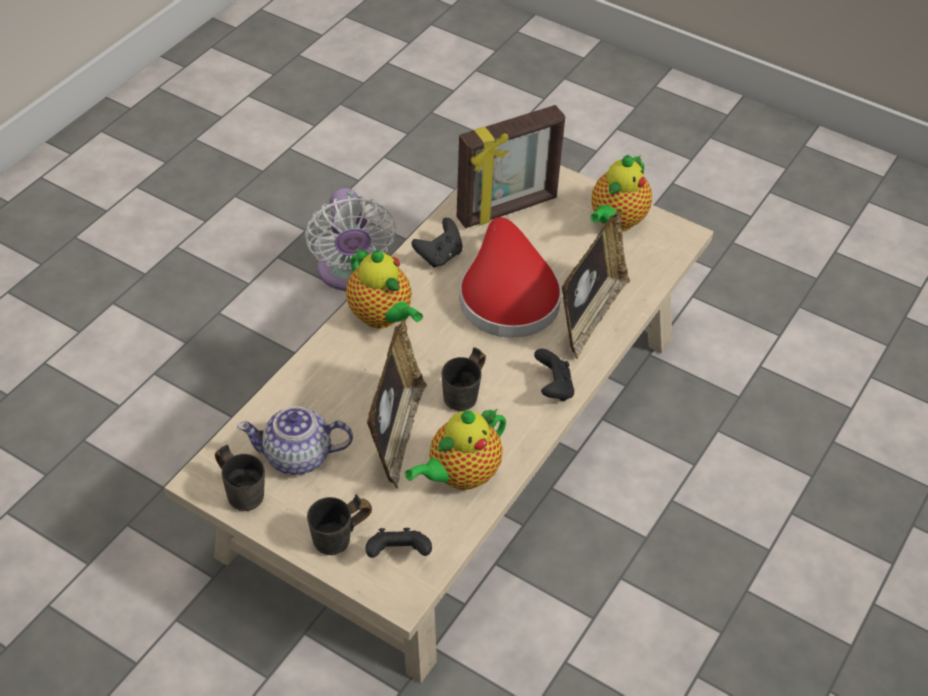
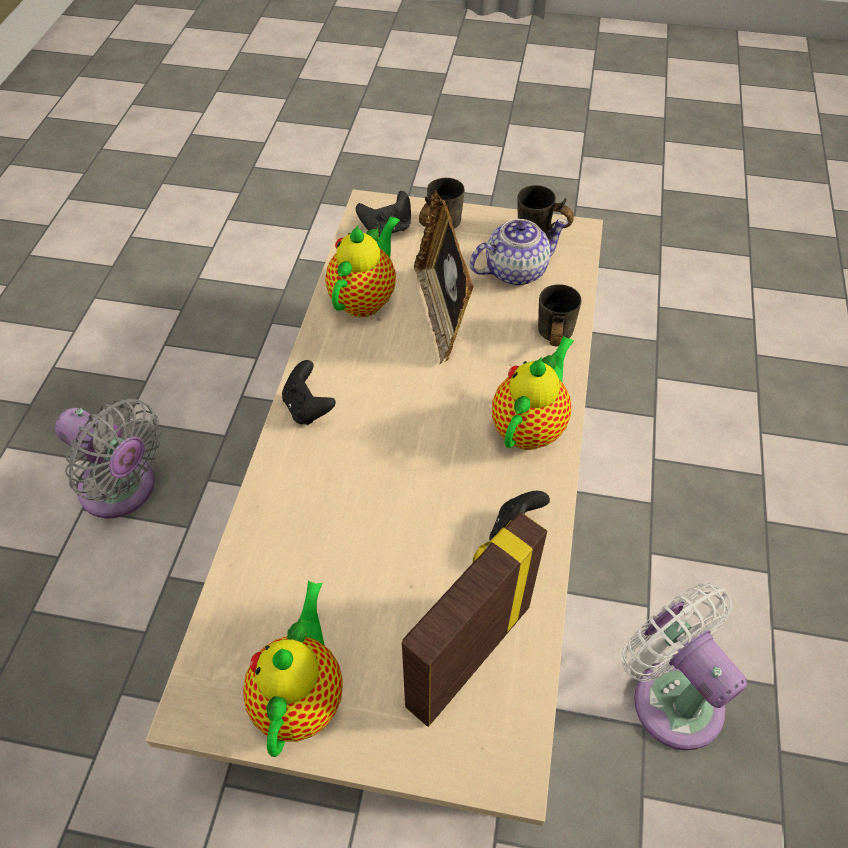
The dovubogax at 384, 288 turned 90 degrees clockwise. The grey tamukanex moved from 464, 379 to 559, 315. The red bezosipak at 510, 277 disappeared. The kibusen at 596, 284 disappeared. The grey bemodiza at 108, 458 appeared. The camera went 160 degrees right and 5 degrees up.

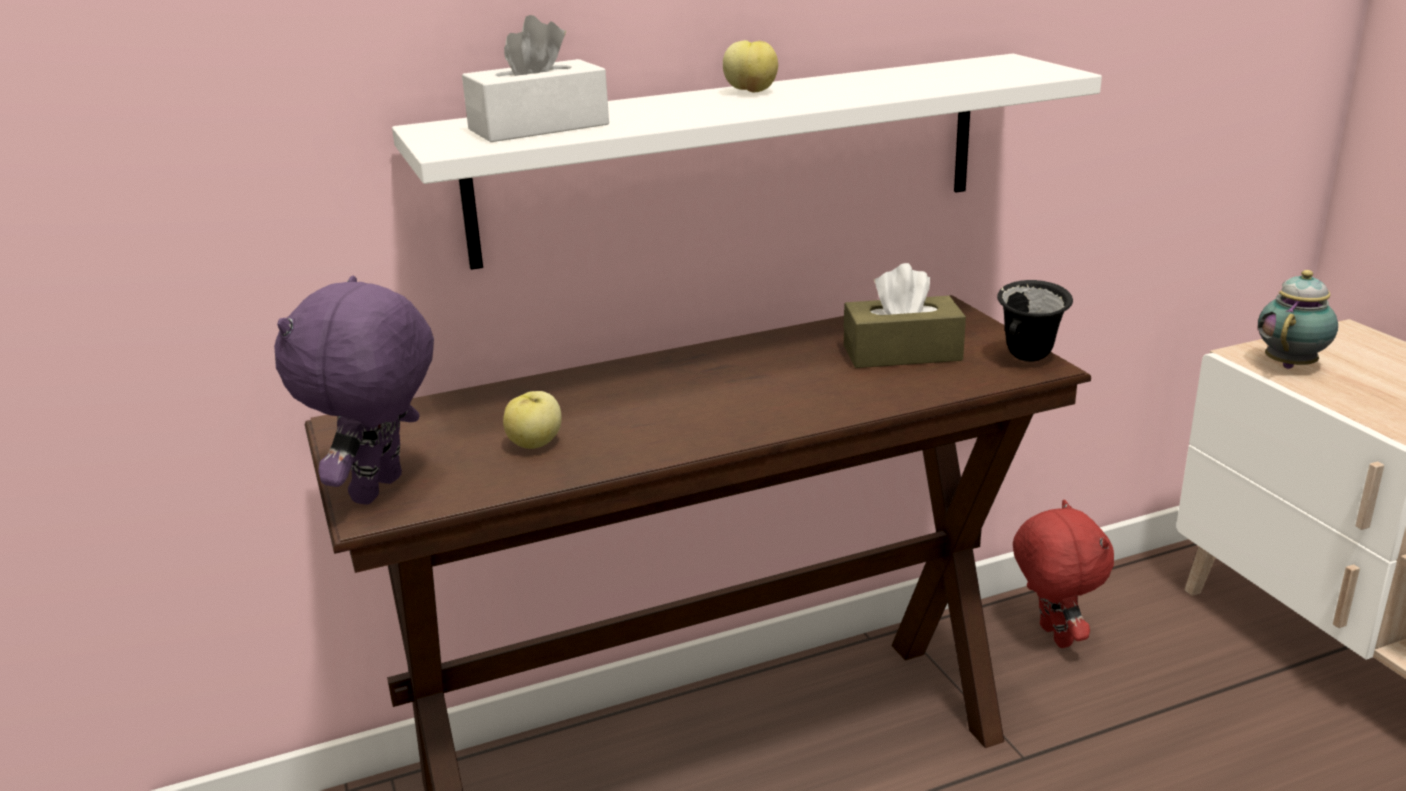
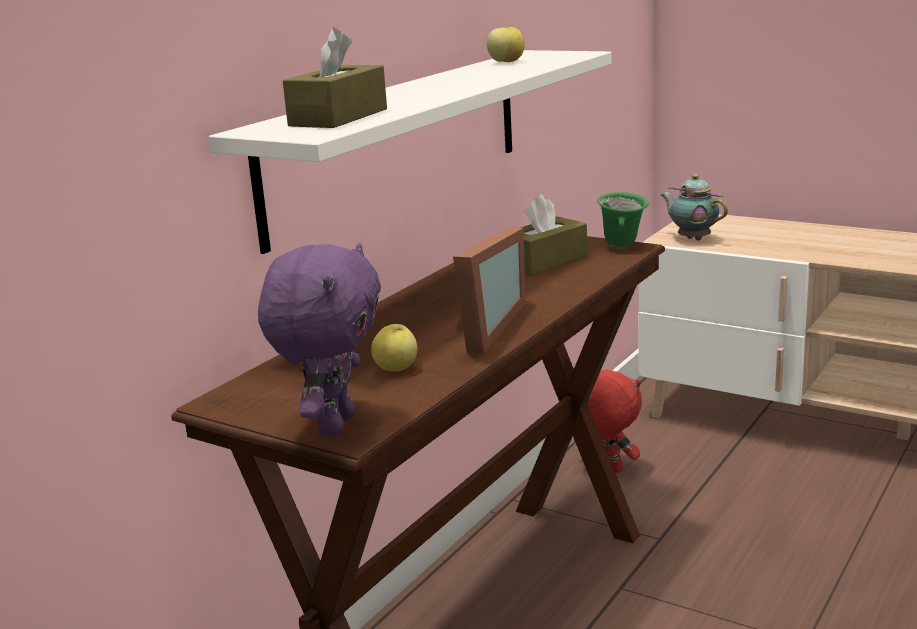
The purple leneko at 354, 390 turned 150 degrees counterclockwise. The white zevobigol at 535, 78 became the brown zevobigol at 335, 77. The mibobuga moved from 750, 66 to 506, 44. The black tamukanex at 1035, 321 became the green tamukanex at 622, 220. The dovubogax at 1298, 319 turned 45 degrees counterclockwise. The kibusen at 489, 290 appeared. The camera went 35 degrees left and 5 degrees down.

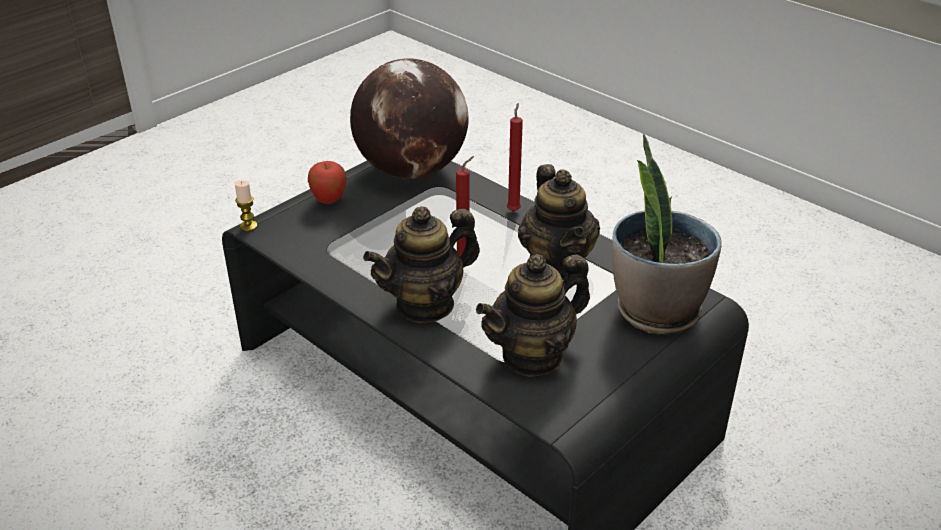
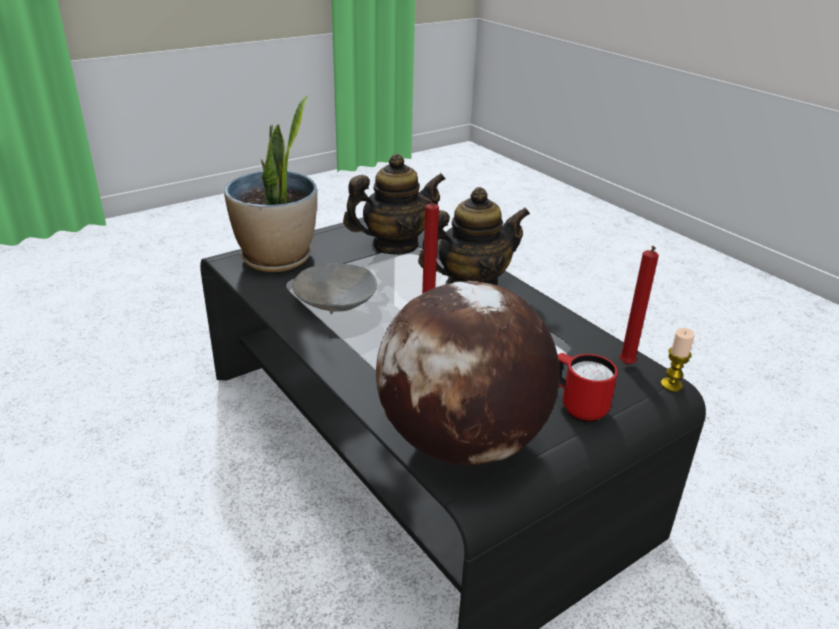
The mibobuga at 327, 182 was replaced by the red tamukanex at 588, 387. The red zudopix moved from 515, 157 to 639, 305. The dovubogax at 559, 222 was replaced by the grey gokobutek at 335, 288. The camera went 170 degrees left and 5 degrees down.

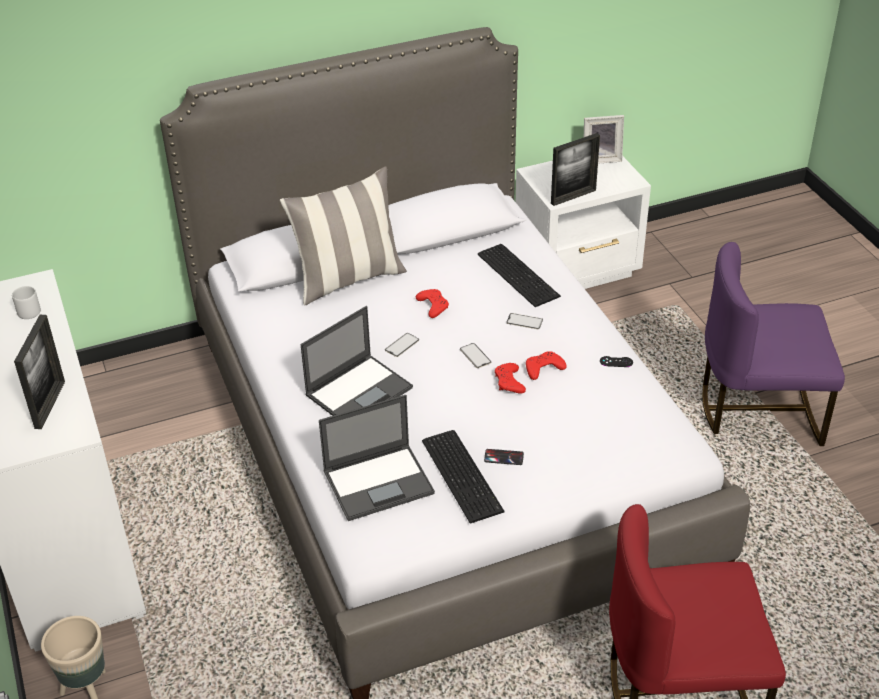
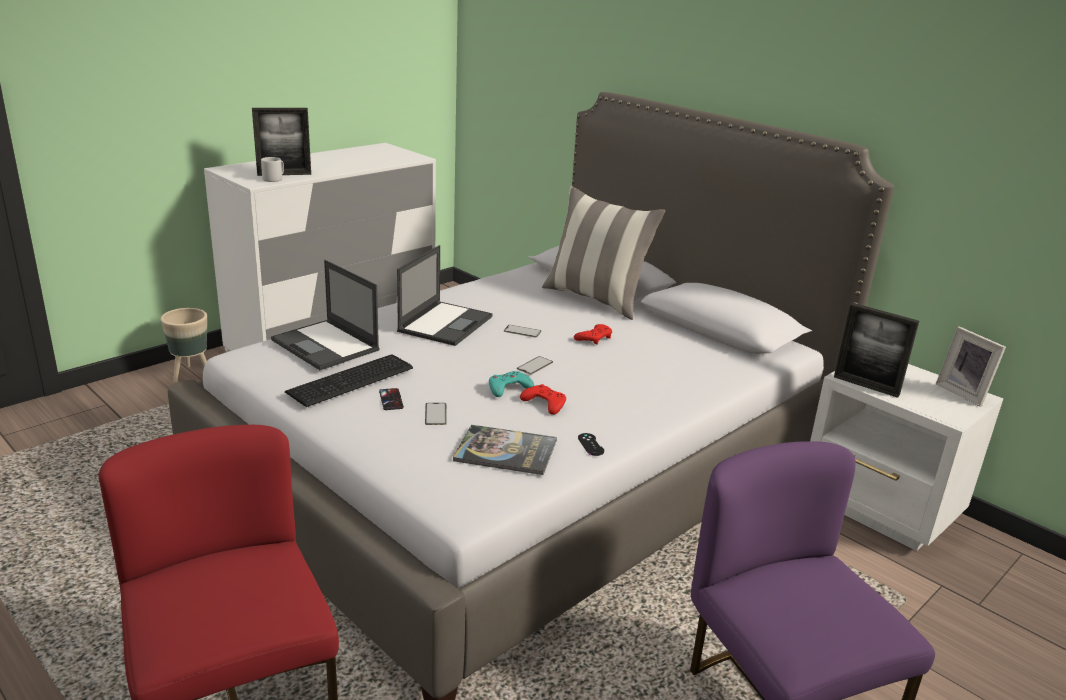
The grey tamukanex moved from 26, 302 to 272, 169. The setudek at 356, 361 turned 90 degrees counterclockwise. The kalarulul at 519, 275 disappeared. The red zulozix at 510, 378 became the turquoise zulozix at 511, 384. The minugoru moved from 524, 321 to 436, 414. The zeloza at 505, 450 appeared. The camera went 65 degrees right and 15 degrees down.

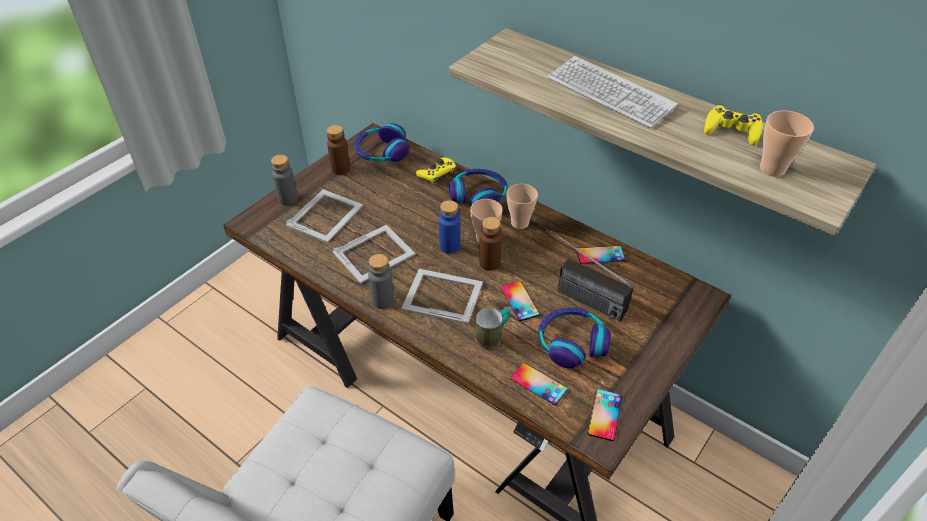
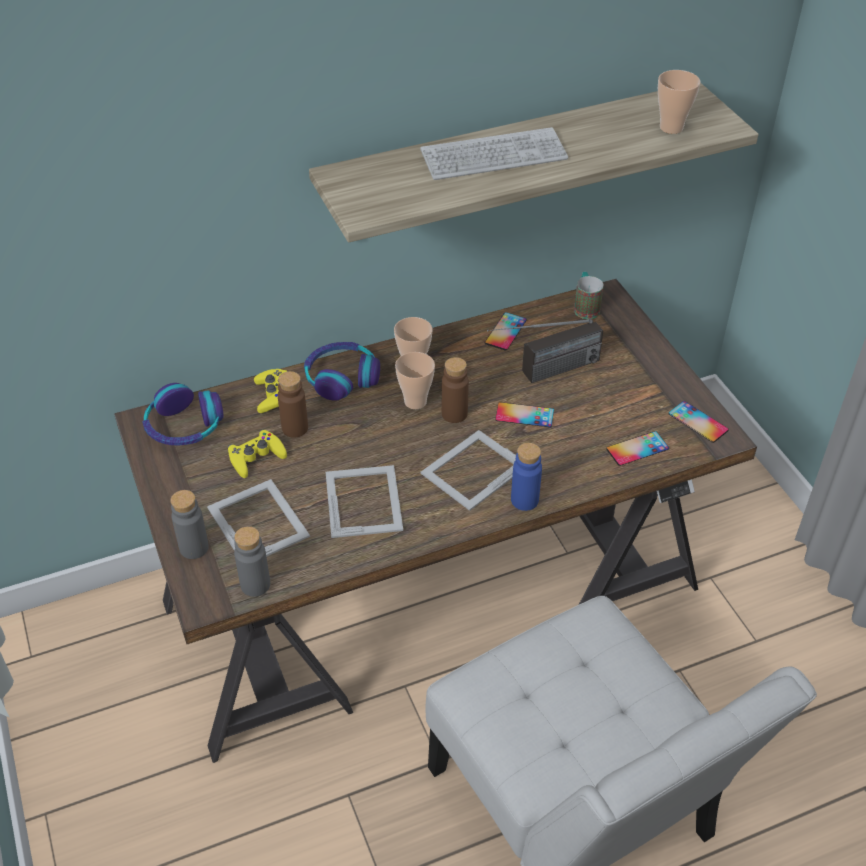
The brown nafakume moved from 338, 150 to 293, 404. The grey nafakume moved from 381, 281 to 252, 561. The blue nafakume moved from 449, 227 to 526, 477. The tamukanex moved from 492, 329 to 589, 295. The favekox at 574, 338 disappeared. The yellow zulozix moved from 733, 125 to 257, 453. The camera went 60 degrees left and 0 degrees up.

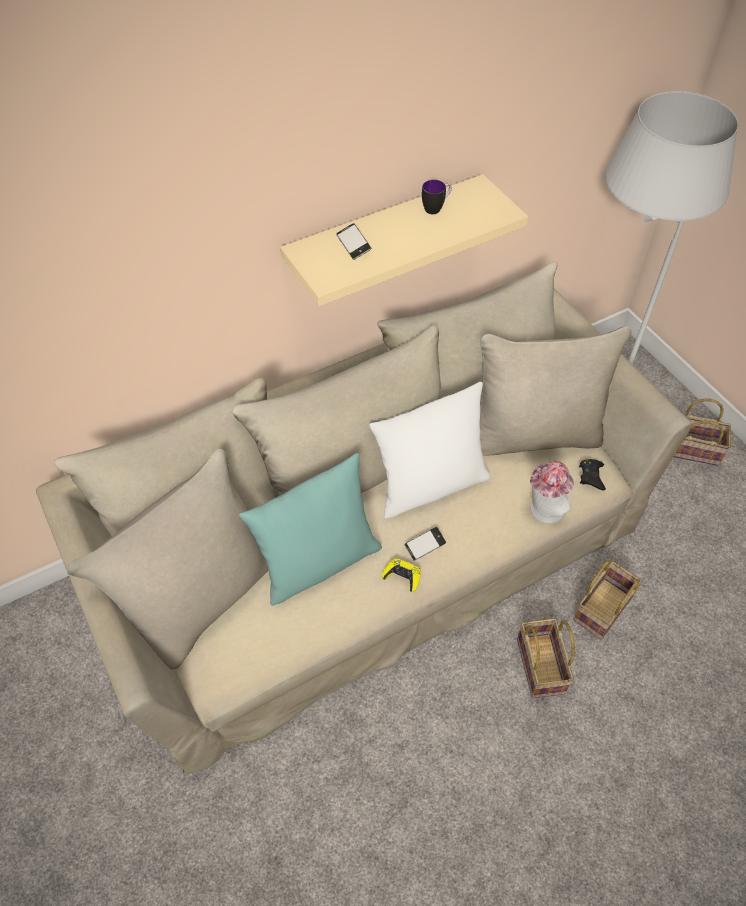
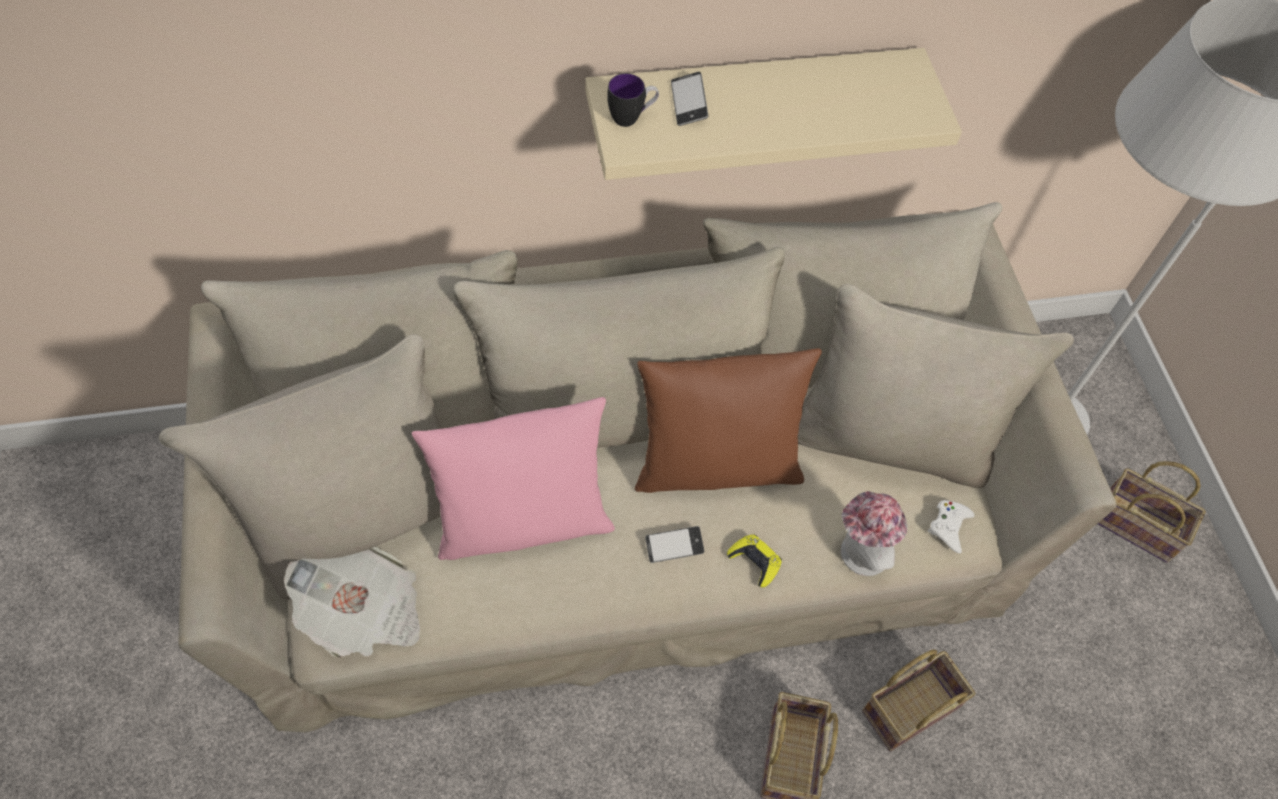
The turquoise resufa at 310, 529 became the pink resufa at 513, 478. The white resufa at 430, 450 became the brown resufa at 728, 420. The yellow zulozix moved from 401, 575 to 754, 561. The tamukanex moved from 437, 197 to 633, 100. The black zulozix at 592, 474 became the white zulozix at 951, 526. The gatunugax at 352, 601 appeared. The camera went 15 degrees right and 5 degrees up.

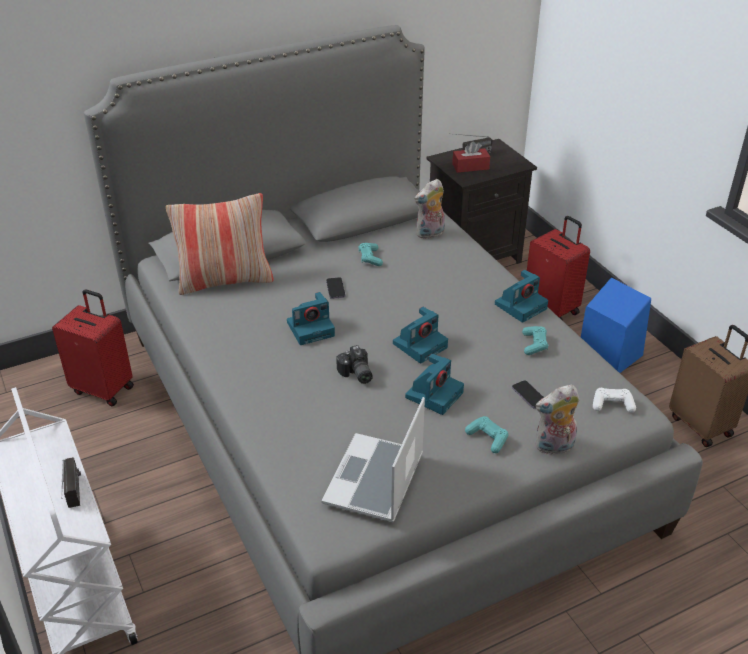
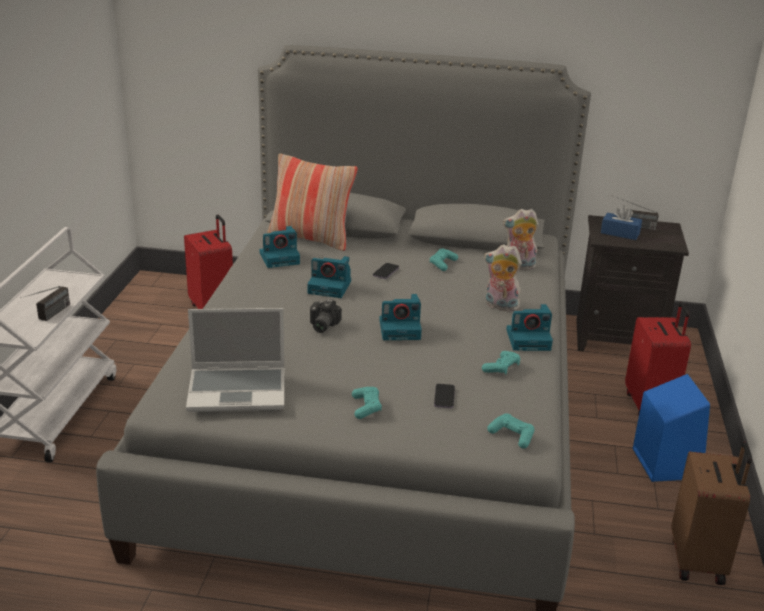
The setudek at 373, 460 turned 150 degrees counterclockwise. The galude moved from 434, 384 to 280, 247. The red zevobigol at 471, 157 became the blue zevobigol at 621, 222. The leneko moved from 558, 420 to 503, 277. The white zulozix at 614, 400 became the turquoise zulozix at 511, 431. The camera went 35 degrees right and 10 degrees down.

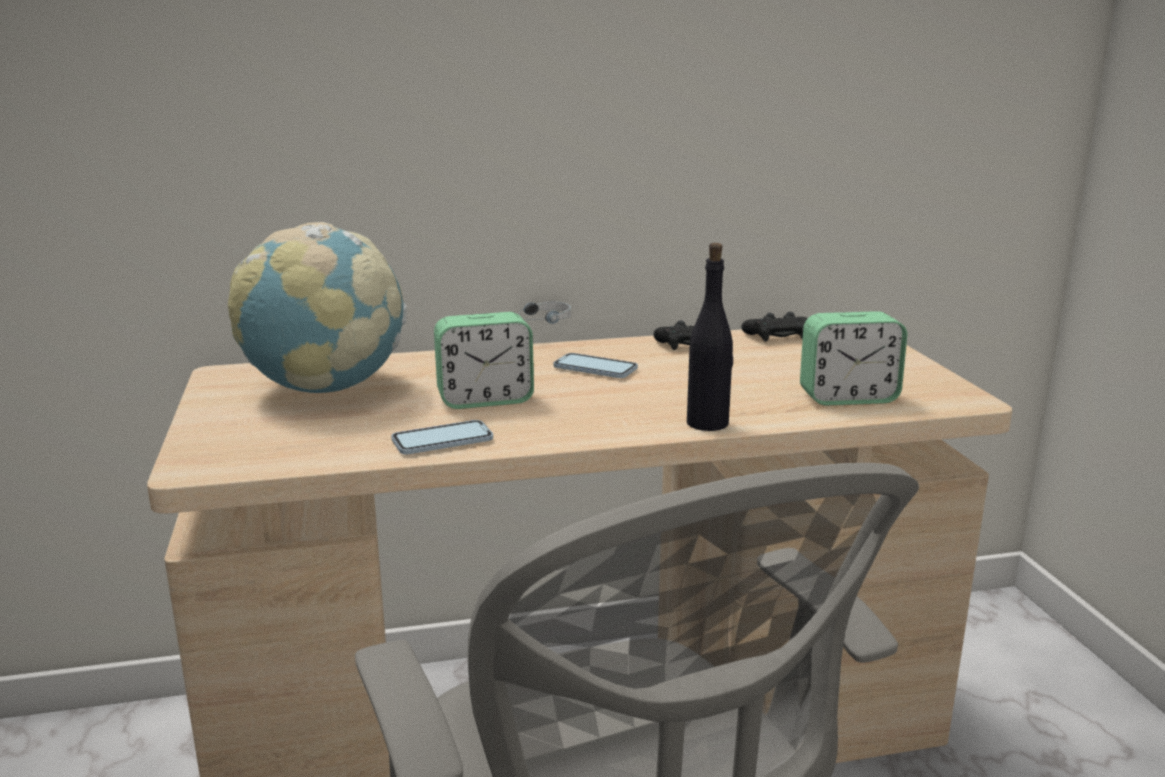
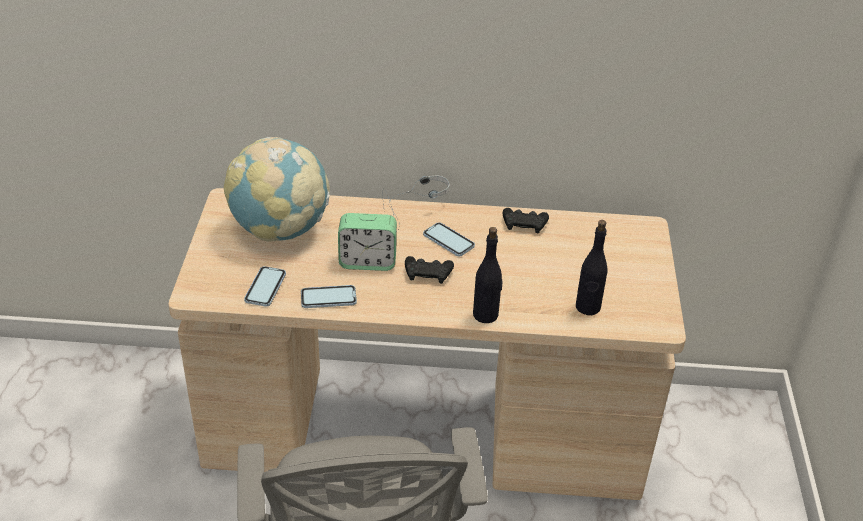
The black zulozix moved from 774, 327 to 429, 270. The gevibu at 853, 358 was replaced by the black nafakume at 592, 267. The minugoru at 265, 286 appeared. The camera went 15 degrees right and 20 degrees up.

